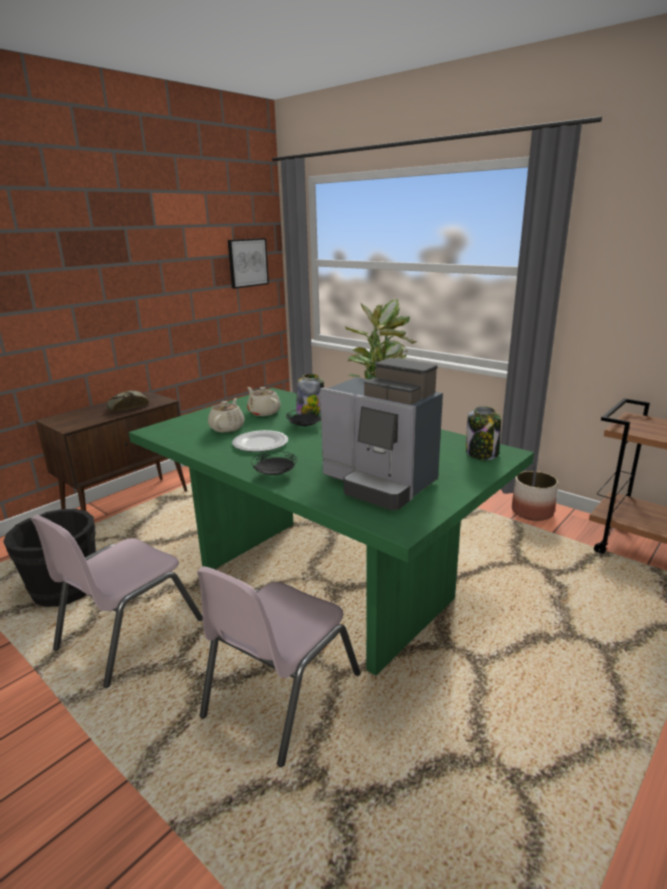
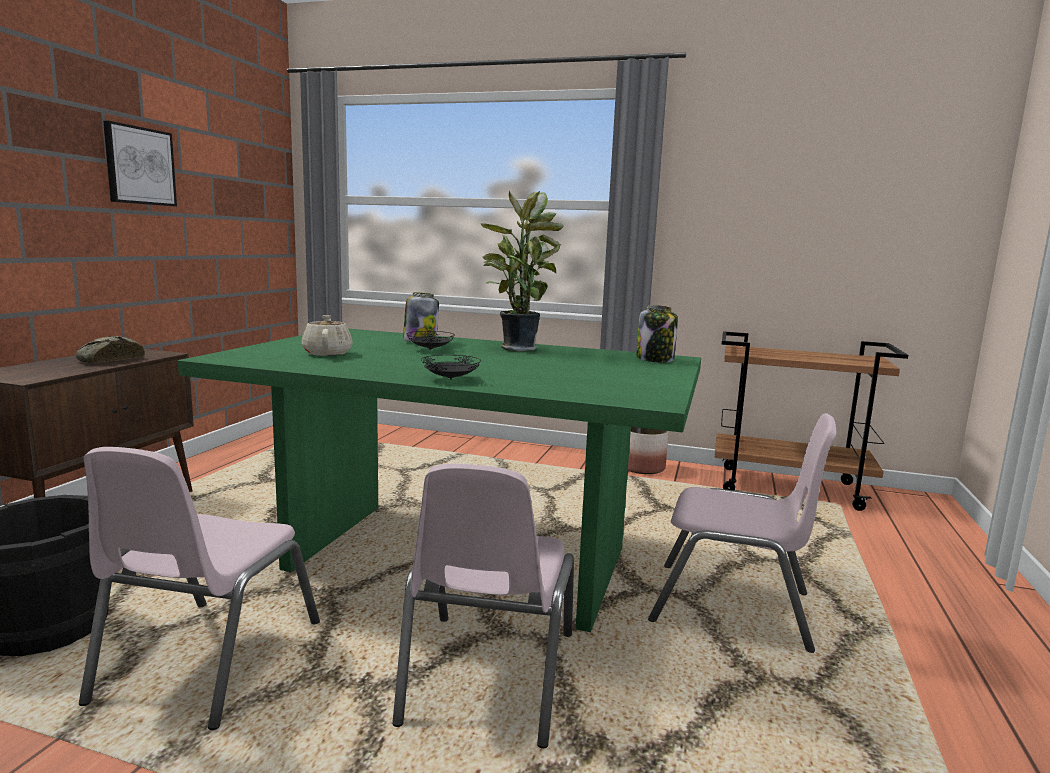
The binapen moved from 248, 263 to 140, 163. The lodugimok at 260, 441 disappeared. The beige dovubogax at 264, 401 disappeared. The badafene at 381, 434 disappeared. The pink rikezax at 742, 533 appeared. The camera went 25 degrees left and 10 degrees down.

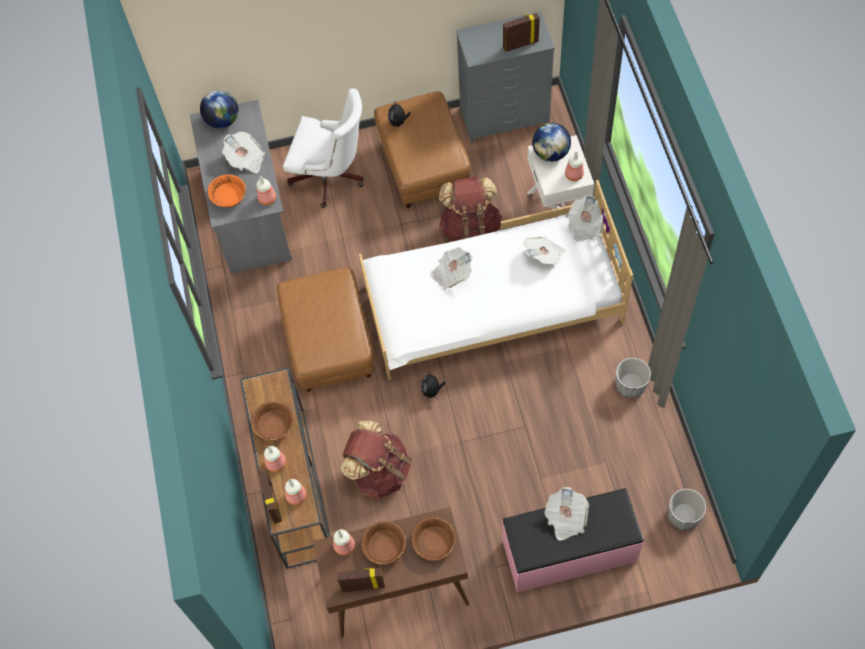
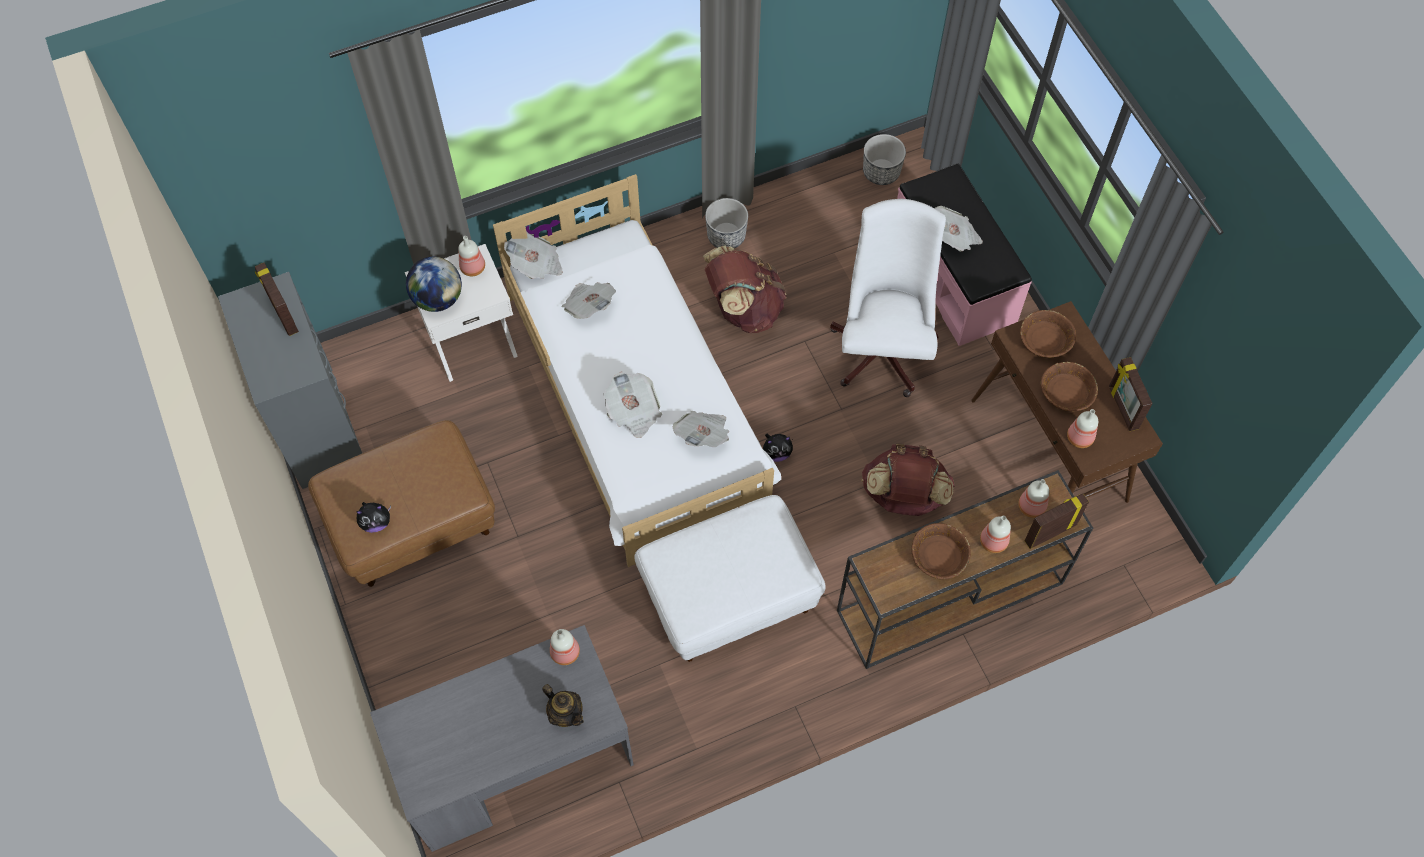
The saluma at 219, 109 disappeared. The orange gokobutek at 227, 191 was replaced by the dovubogax at 563, 705. The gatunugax moved from 243, 152 to 701, 429. The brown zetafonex at 325, 329 became the white zetafonex at 730, 578. The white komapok moved from 323, 148 to 888, 298. The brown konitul moved from 470, 209 to 745, 289. The camera went 105 degrees left and 0 degrees up.

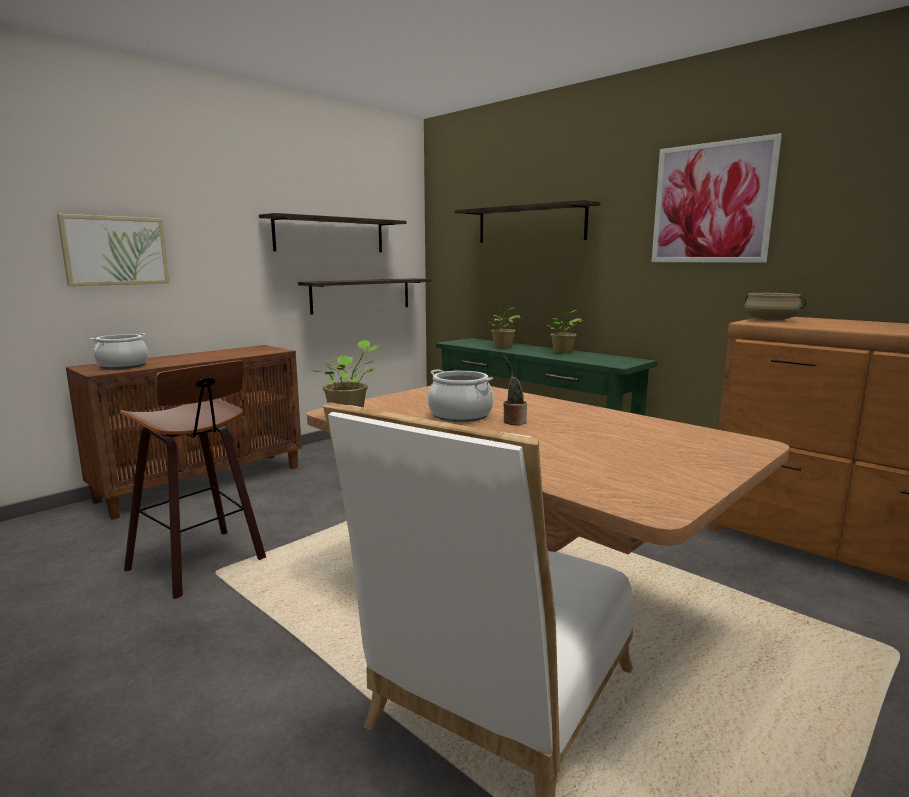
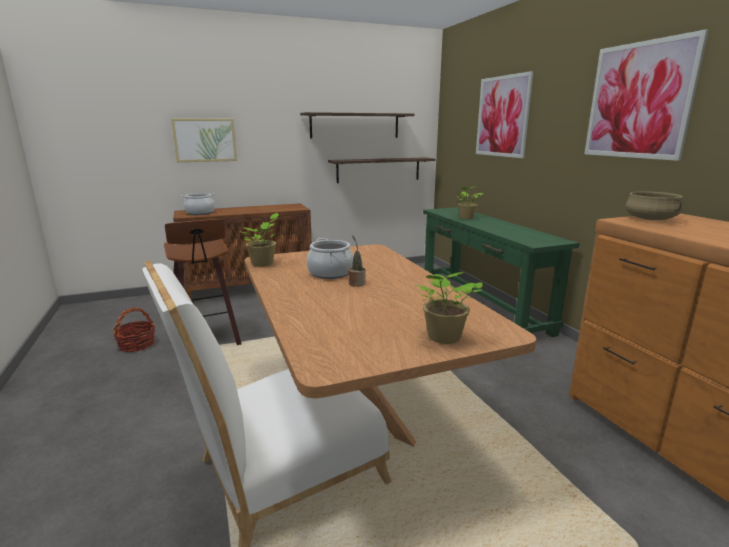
The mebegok at 527, 221 was replaced by the binapen at 505, 114. The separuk moved from 566, 331 to 449, 308. The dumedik at 134, 330 appeared. The camera went 25 degrees right and 5 degrees up.

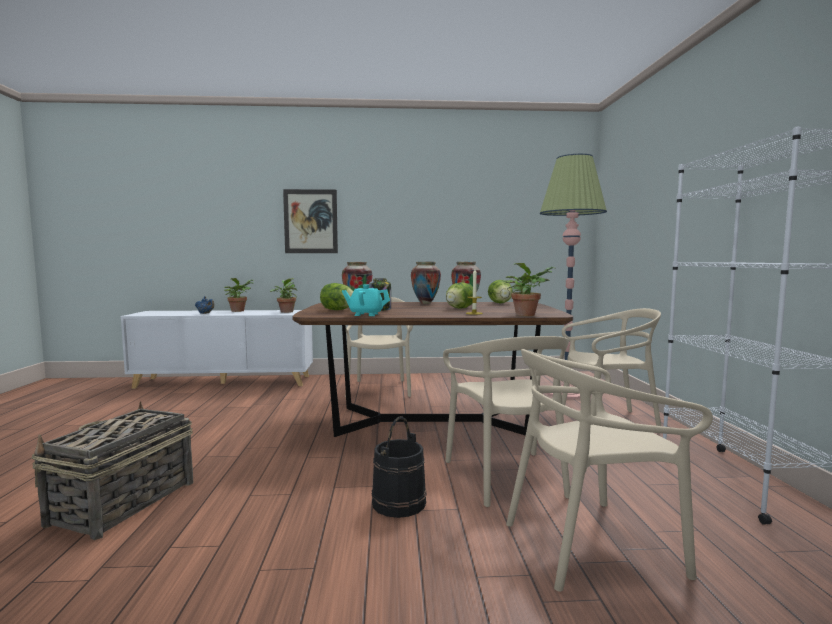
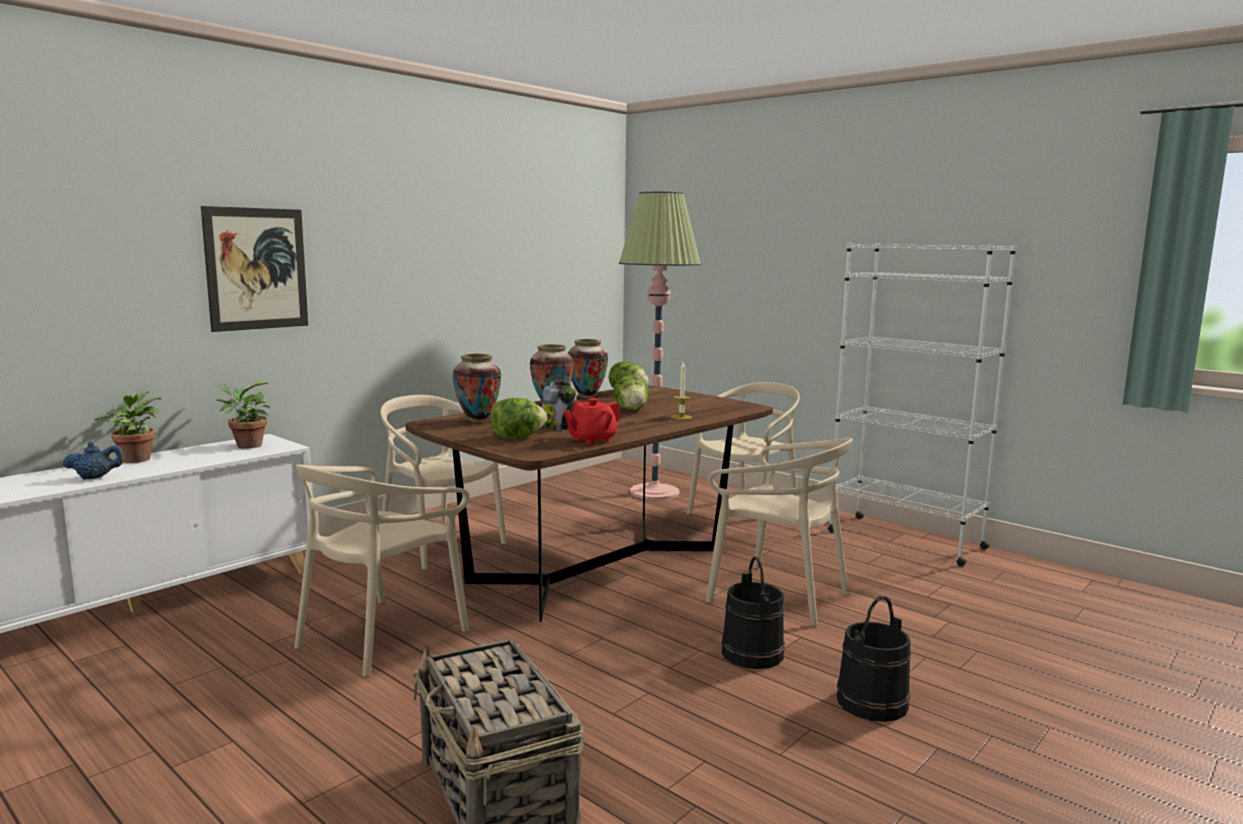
The turquoise dovubogax at 366, 300 became the red dovubogax at 592, 421. The separuk at 530, 289 disappeared. The beige rikezax moved from 609, 470 to 381, 570. The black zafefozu at 874, 659 appeared. The camera went 45 degrees left and 5 degrees up.

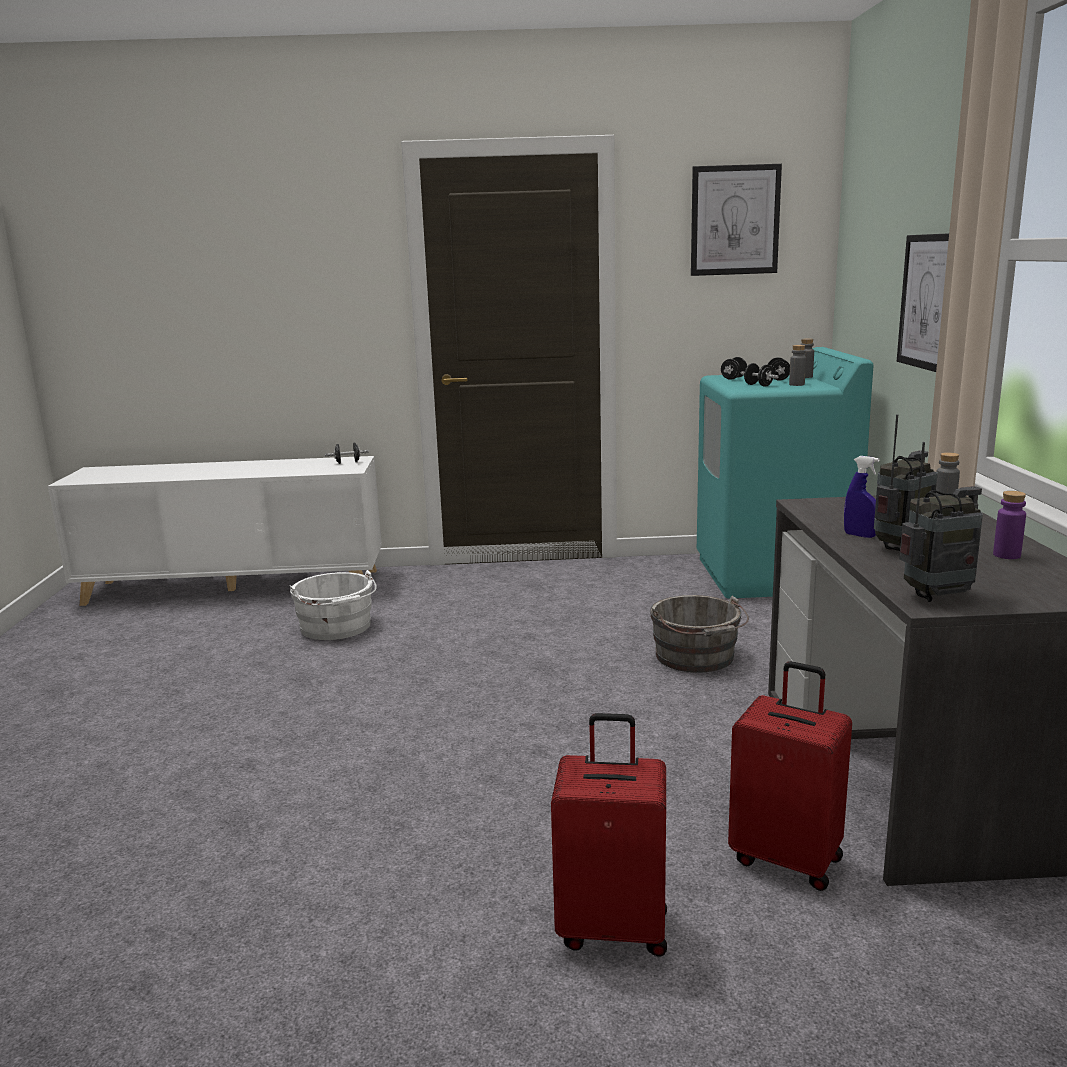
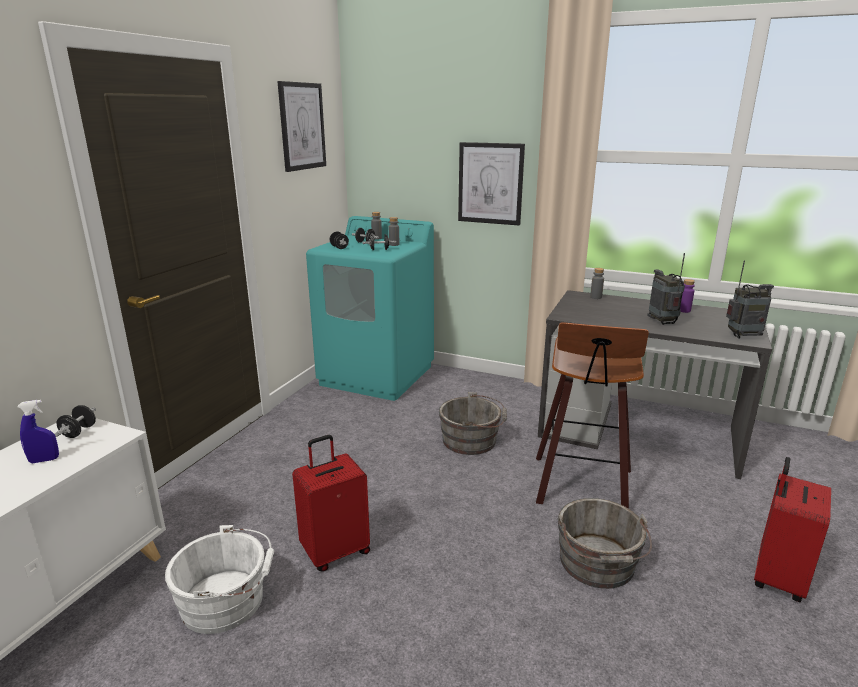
The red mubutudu moved from 790, 776 to 331, 503. The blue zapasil moved from 861, 497 to 38, 431. The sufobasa at 941, 522 turned 75 degrees clockwise. The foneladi at 592, 415 appeared. The grey zafefozu at 605, 543 appeared. The camera went 65 degrees left and 5 degrees up.

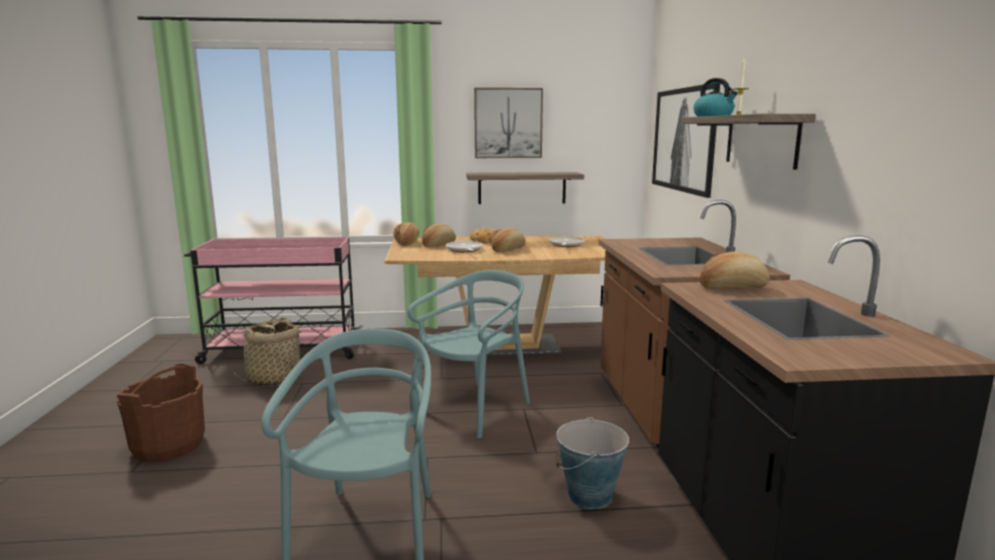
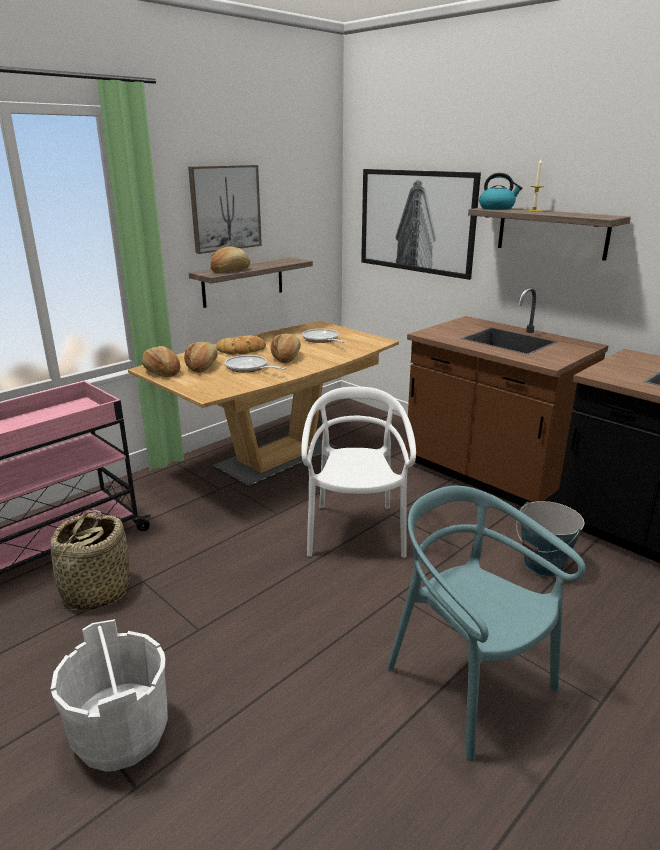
The brown zafefozu at 160, 412 became the white zafefozu at 109, 695. The turquoise rikezax at 468, 354 became the white rikezax at 358, 472. The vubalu moved from 734, 270 to 230, 260. The camera went 40 degrees left and 10 degrees up.

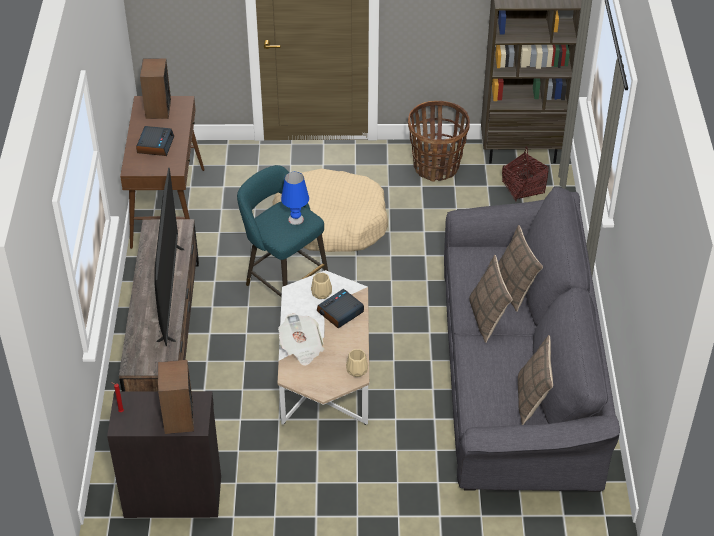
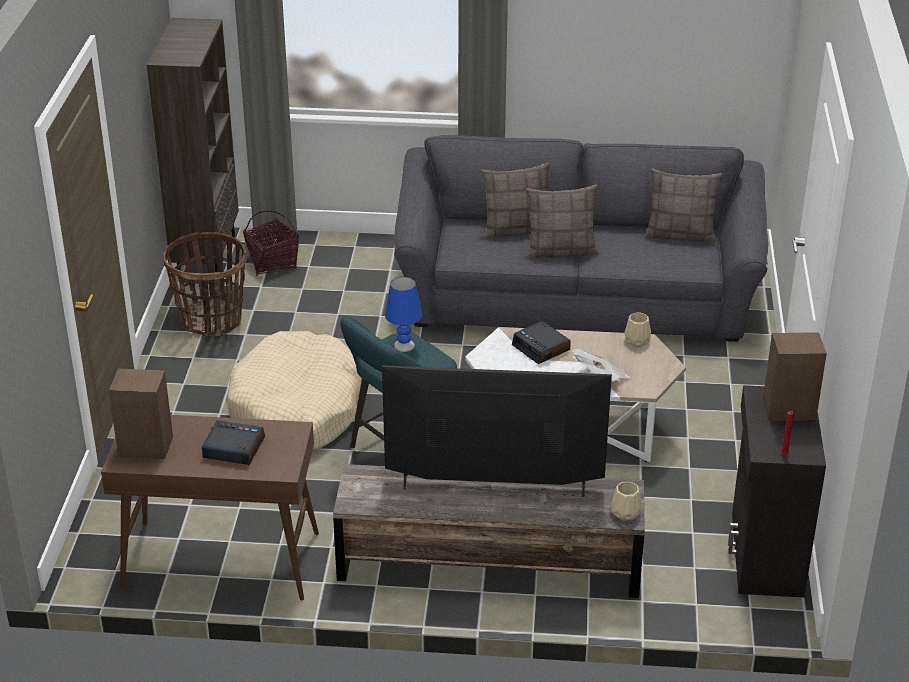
The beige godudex moved from 321, 286 to 626, 501. The camera went 85 degrees left and 10 degrees down.

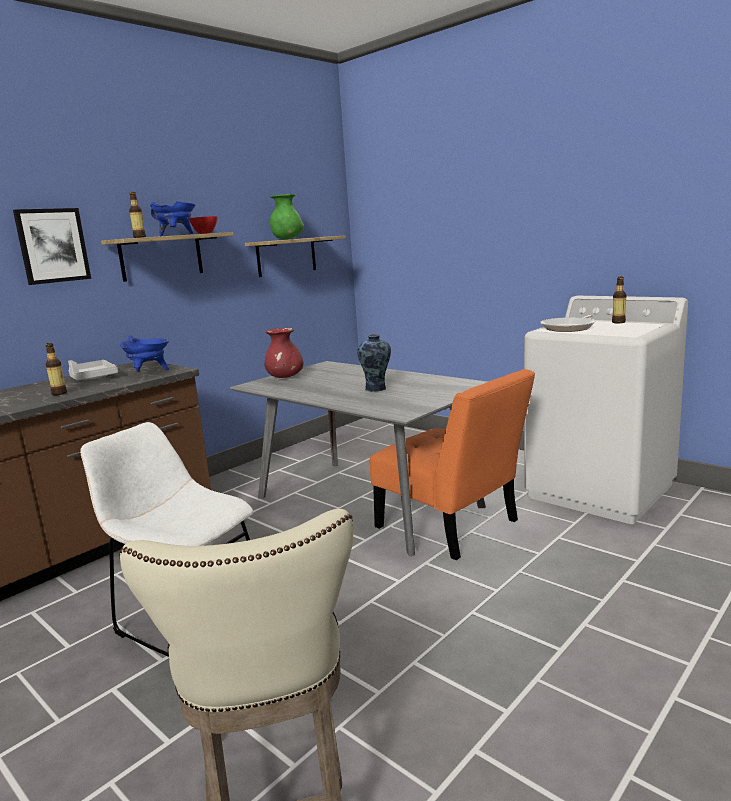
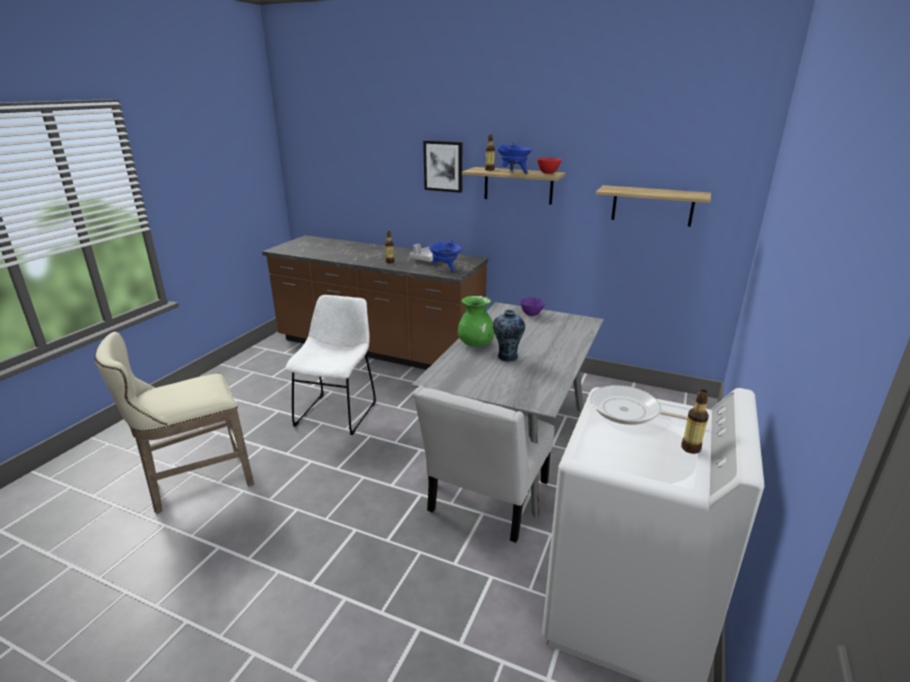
The red godudex at 283, 353 was replaced by the purple gokobutek at 532, 306. The green godudex moved from 287, 217 to 476, 321. The orange rikezax at 452, 464 became the white rikezax at 483, 464. The camera went 70 degrees right and 10 degrees up.

